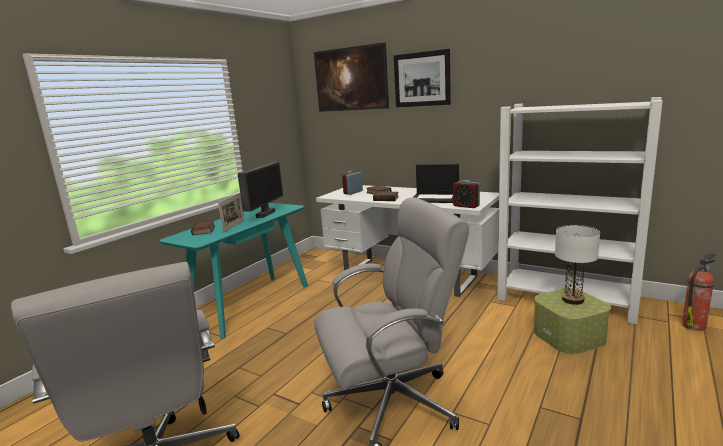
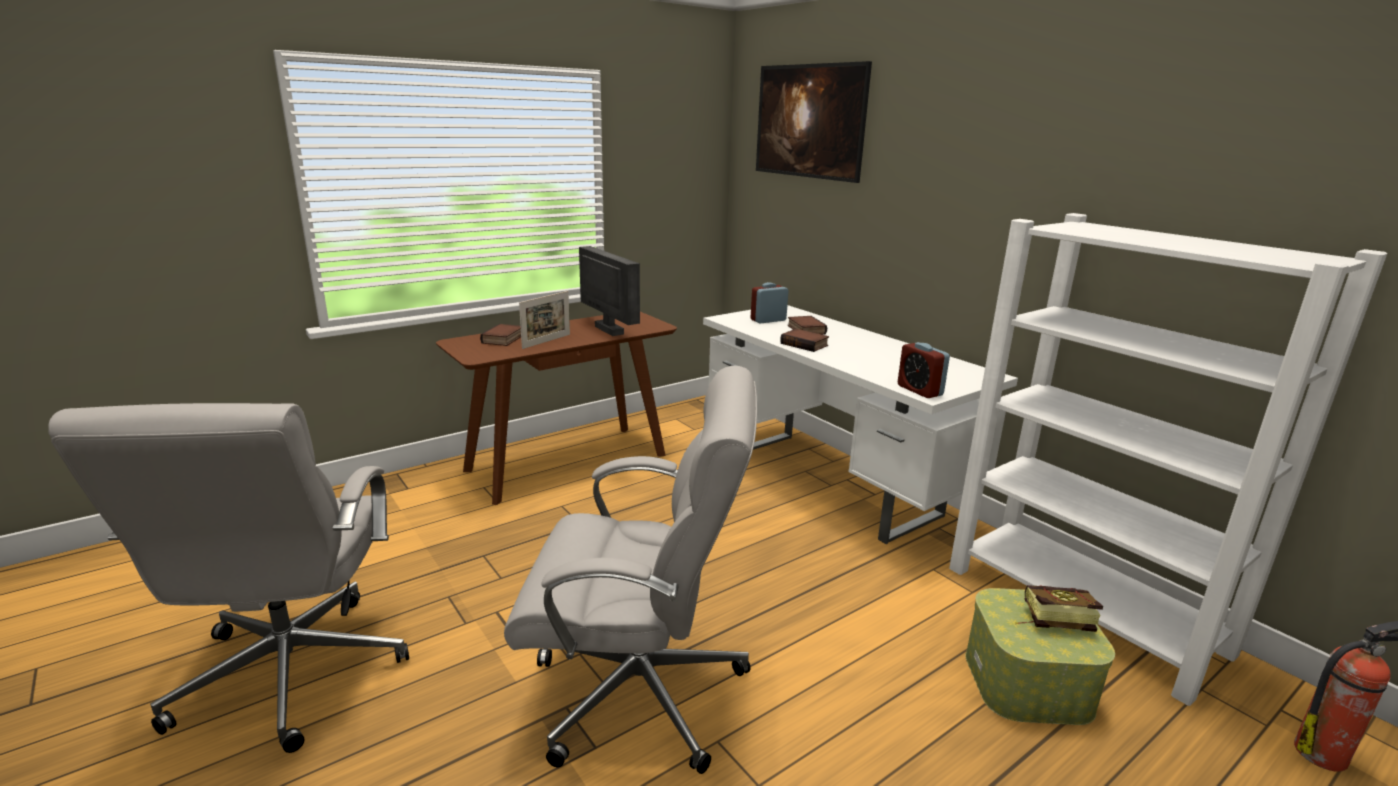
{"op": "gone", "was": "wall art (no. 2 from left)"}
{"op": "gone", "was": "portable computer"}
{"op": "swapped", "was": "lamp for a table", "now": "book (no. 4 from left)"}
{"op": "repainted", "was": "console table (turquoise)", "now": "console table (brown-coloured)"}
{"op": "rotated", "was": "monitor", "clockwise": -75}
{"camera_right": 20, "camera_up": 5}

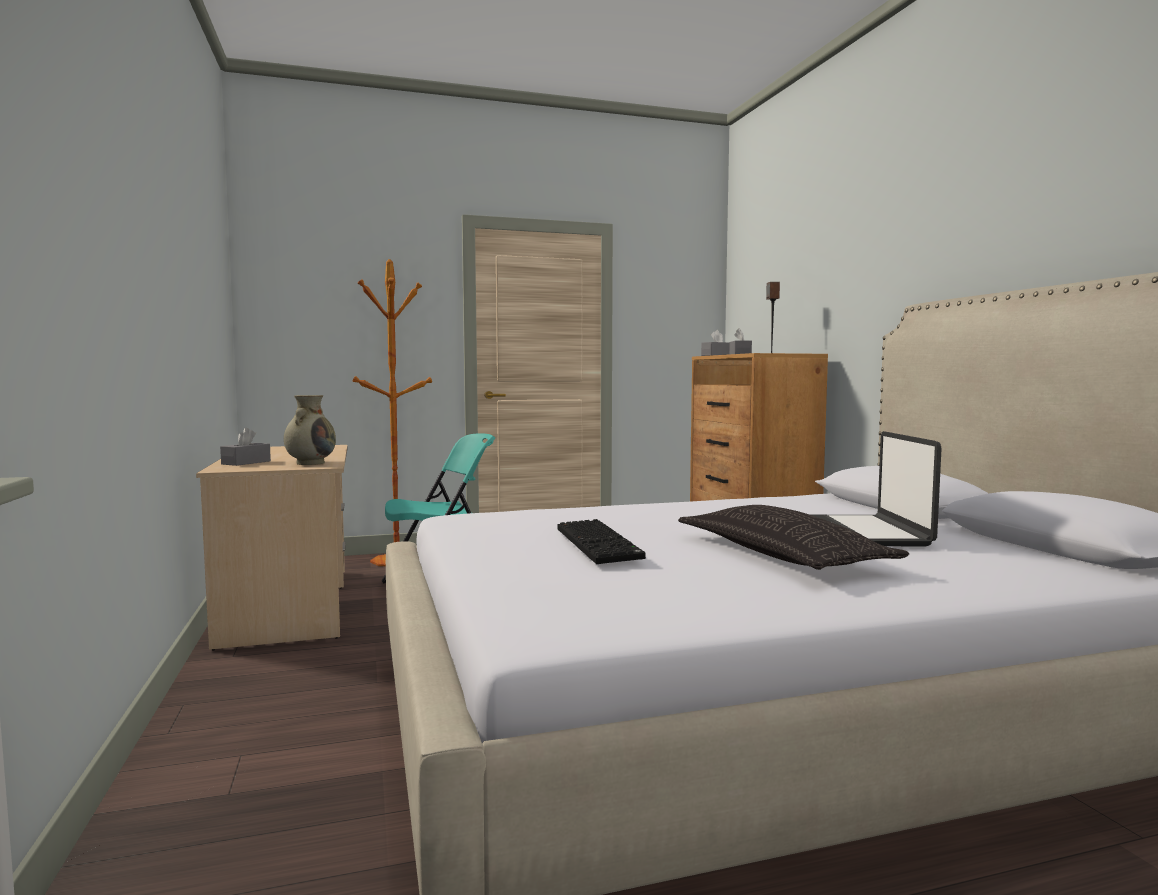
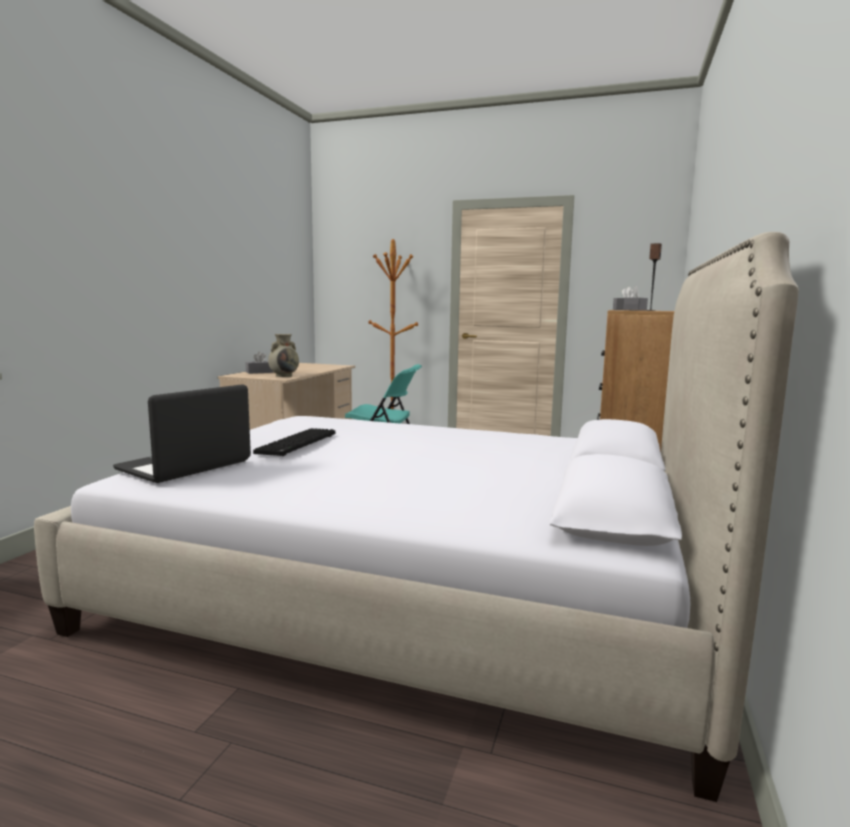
{"op": "gone", "was": "cushion"}
{"op": "shifted", "was": "portable computer"}
{"camera_right": 35, "camera_up": 5}

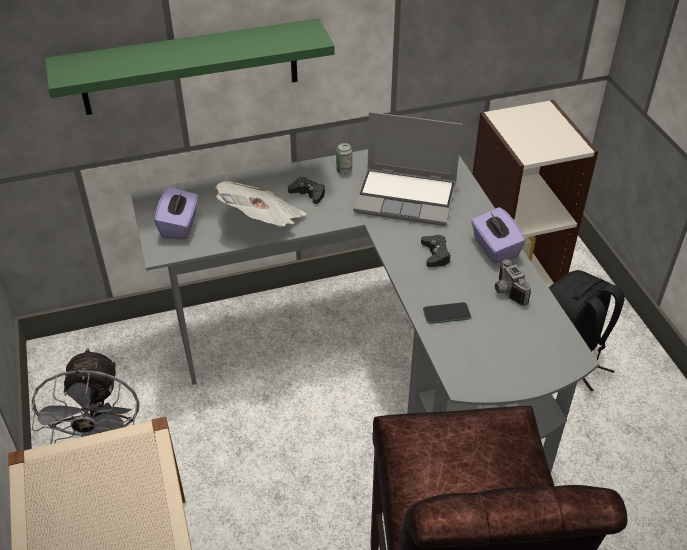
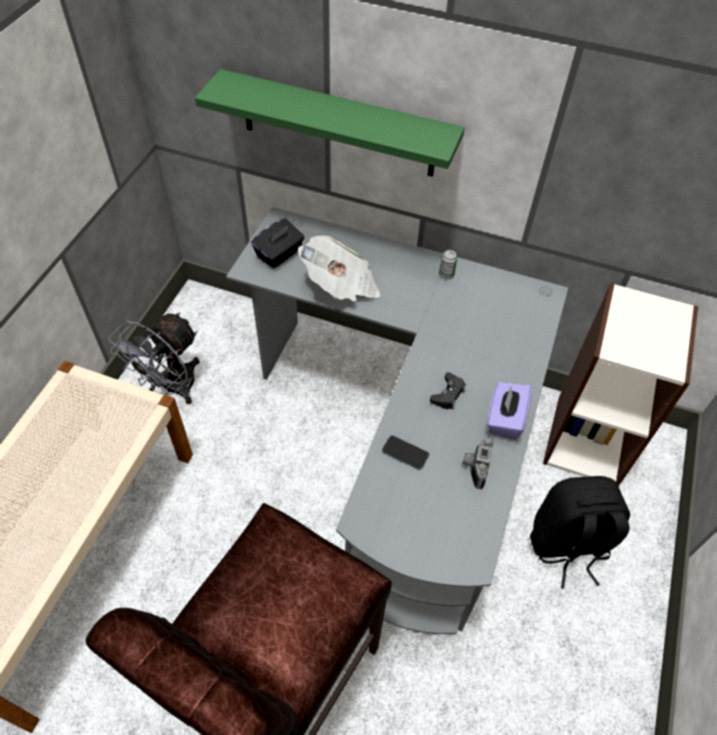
{"op": "gone", "was": "gamepad (black-coloured) (no. 1 from left)"}
{"op": "gone", "was": "portable computer"}
{"op": "repainted", "was": "tissue holder (purple-coloured) (no. 1 from left)", "now": "tissue holder (black-coloured)"}
{"camera_right": 35, "camera_up": 10}

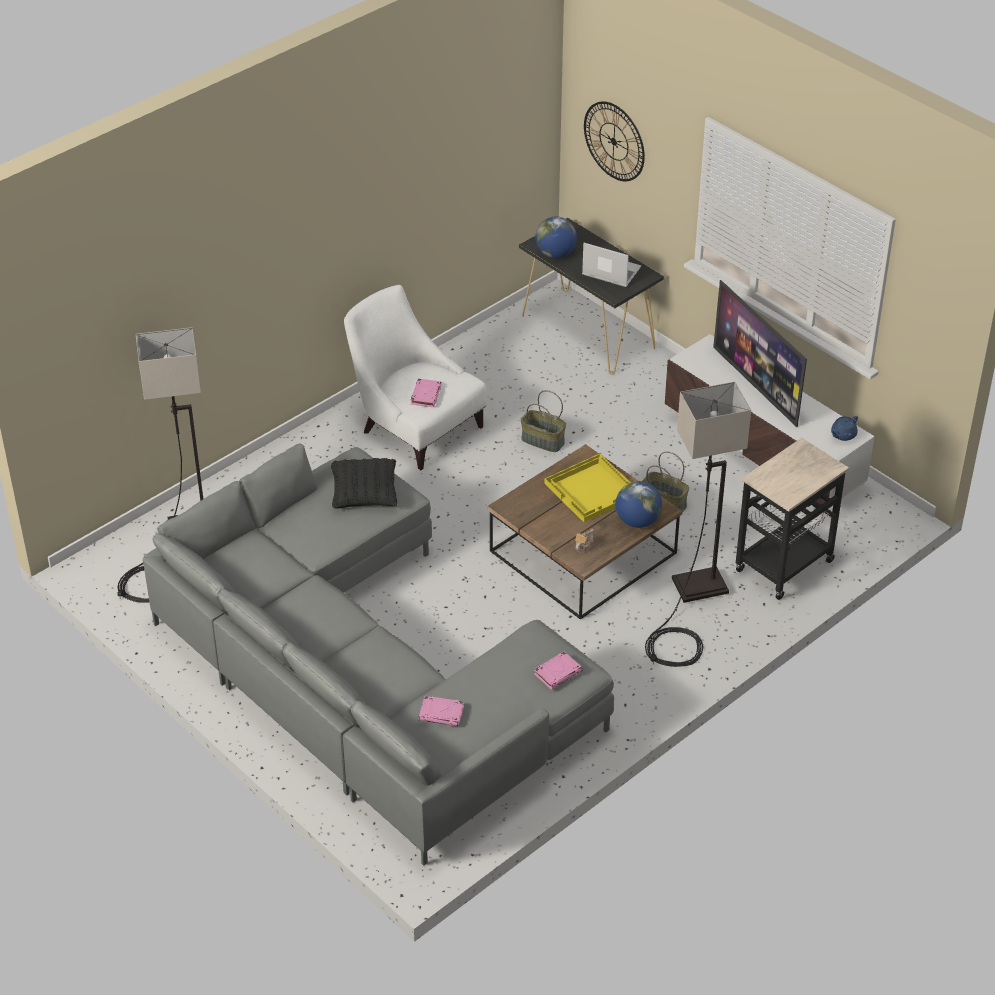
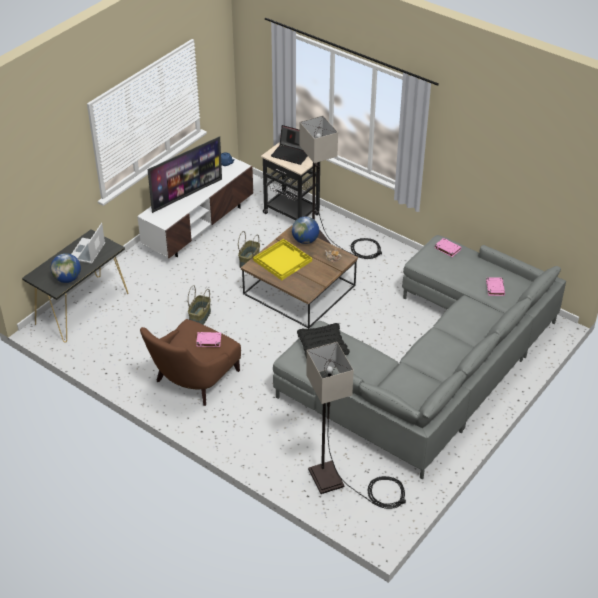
{"op": "gone", "was": "hanging clock"}
{"op": "new", "now": "portable computer (no. 2 from left)"}
{"op": "repainted", "was": "armchair (white)", "now": "armchair (brown-coloured)"}
{"camera_right": -100, "camera_up": 0}

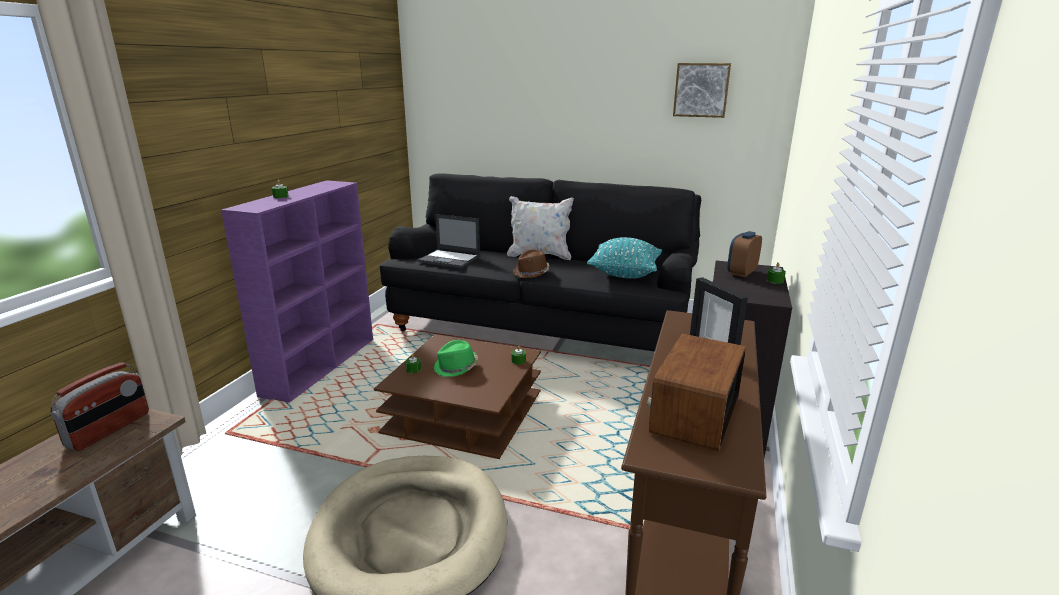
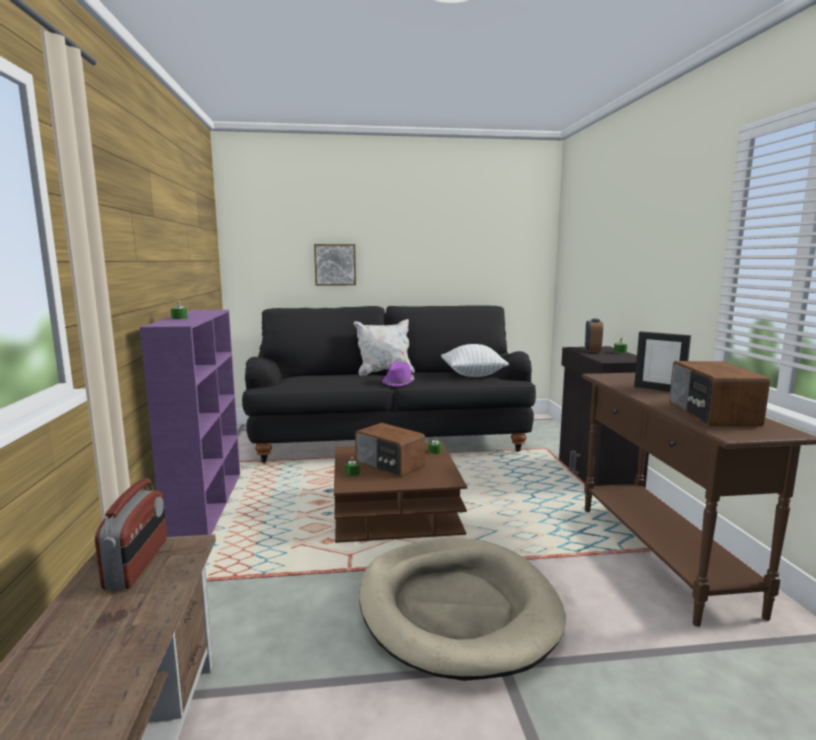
{"op": "gone", "was": "portable computer"}
{"op": "shifted", "was": "wall art"}
{"op": "swapped", "was": "hat (greenish)", "now": "radio (no. 2 from left)"}
{"op": "repainted", "was": "hat (brown-coloured)", "now": "hat (purple-coloured)"}
{"op": "repainted", "was": "cushion (turquoise)", "now": "cushion (white) (no. 2 from left)"}
{"camera_right": -25, "camera_up": -10}

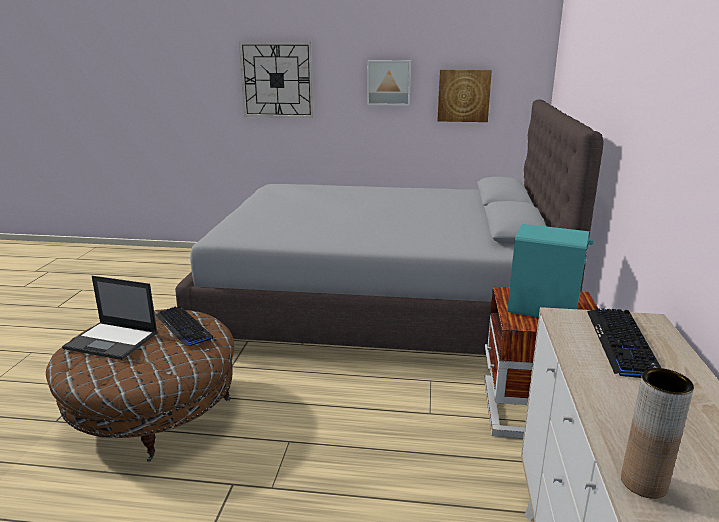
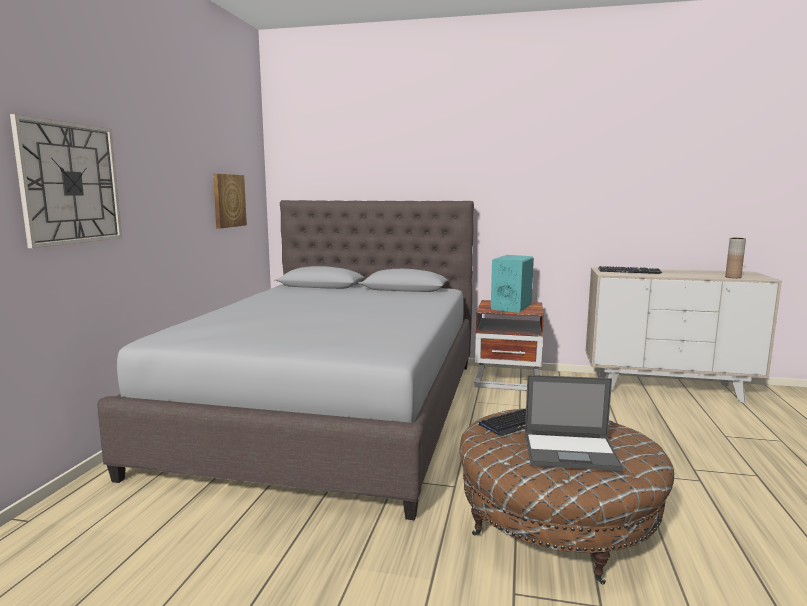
{"op": "gone", "was": "wall art (no. 1 from left)"}
{"op": "rotated", "was": "portable computer", "clockwise": 75}
{"camera_right": -85, "camera_up": -10}

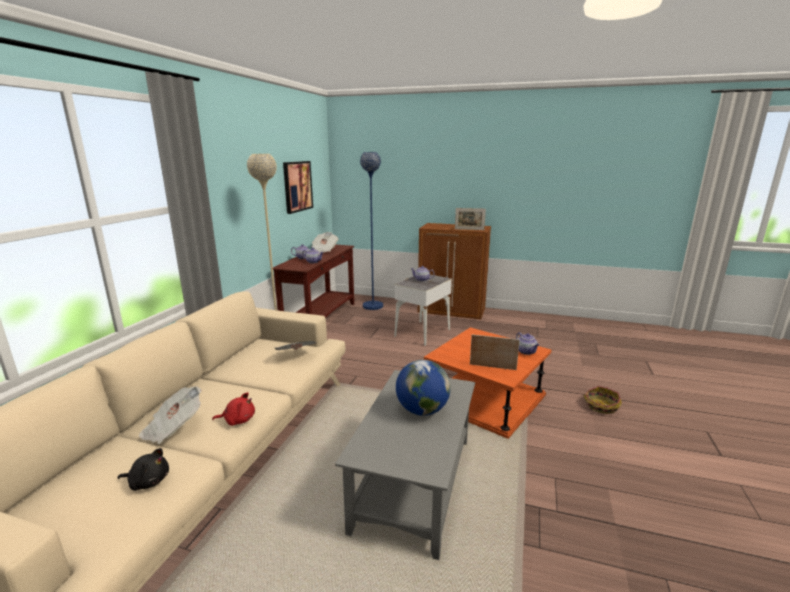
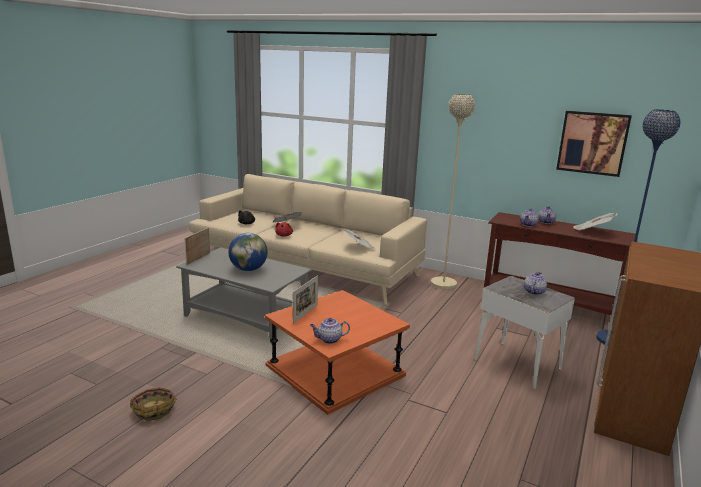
{"op": "shifted", "was": "photo frame (no. 1 from left)"}
{"op": "shifted", "was": "household basket"}
{"camera_right": 100, "camera_up": 0}

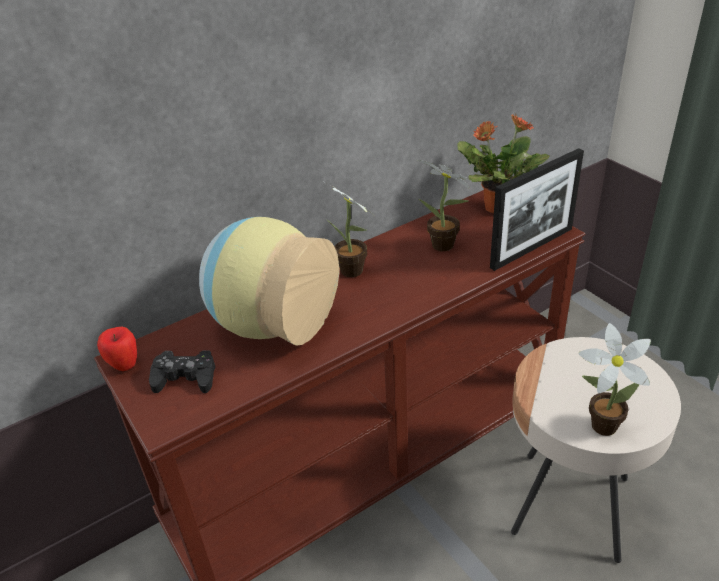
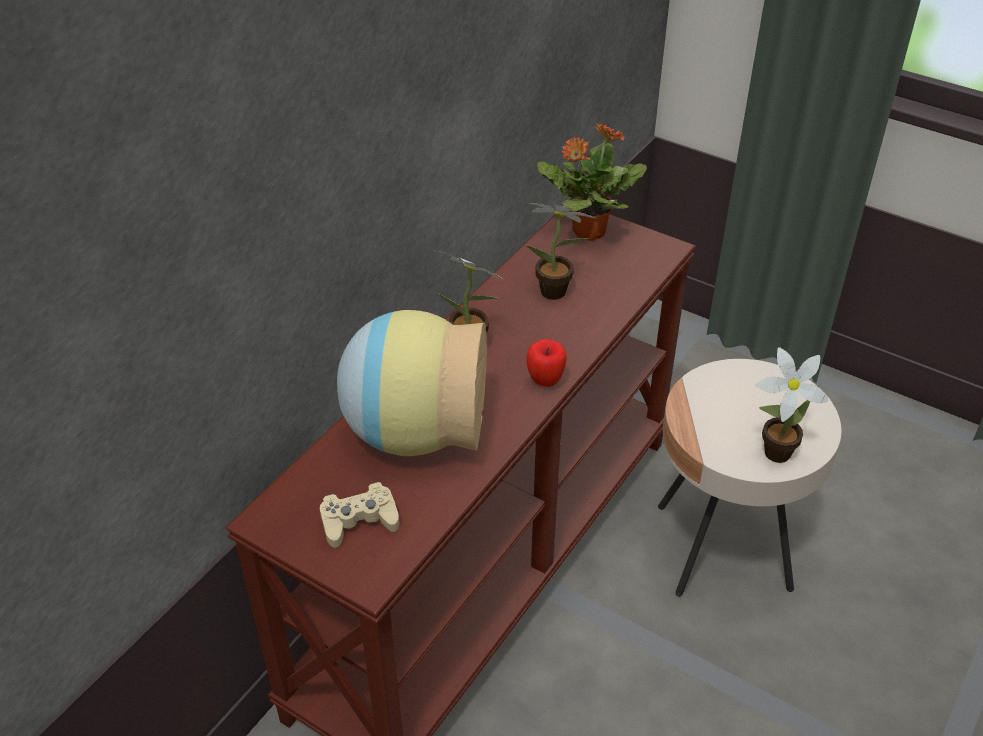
{"op": "gone", "was": "photo frame"}
{"op": "shifted", "was": "apple fruit"}
{"op": "repainted", "was": "gamepad (black-coloured)", "now": "gamepad (beige)"}
{"camera_right": -25, "camera_up": 5}

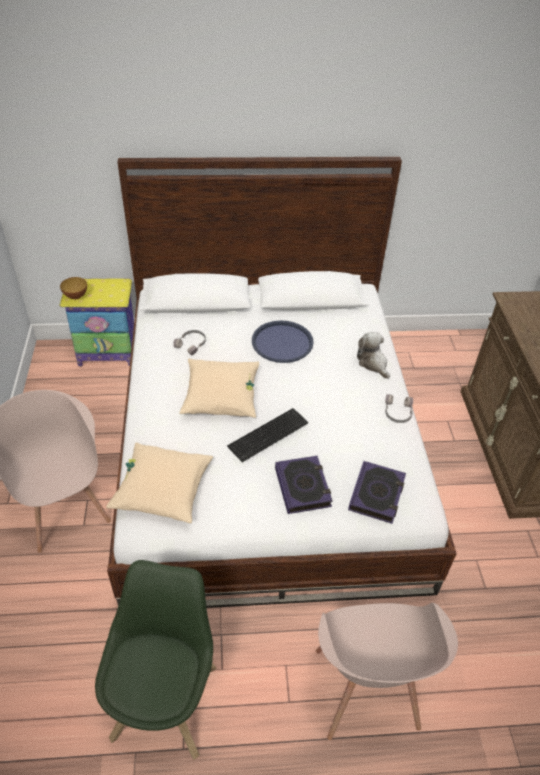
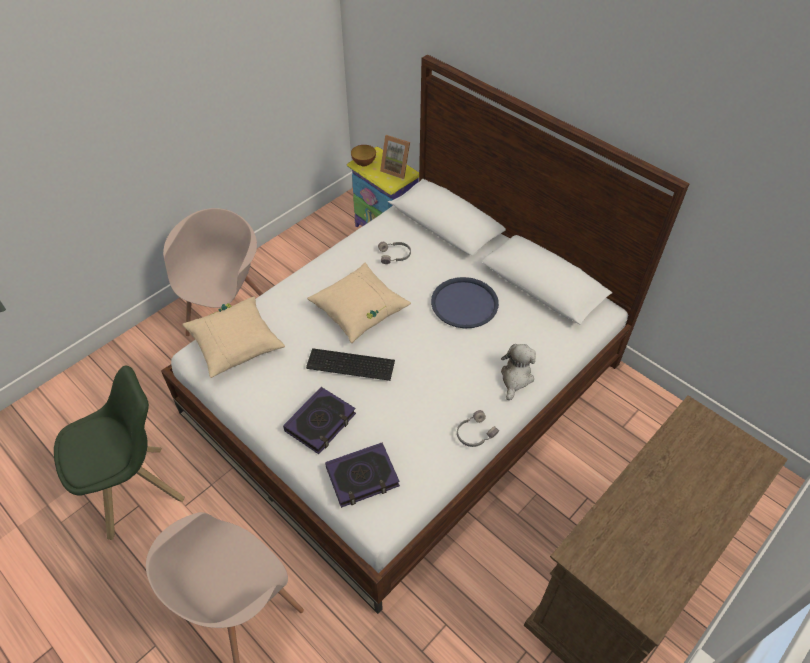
{"op": "new", "now": "photo frame"}
{"camera_right": 50, "camera_up": 5}

